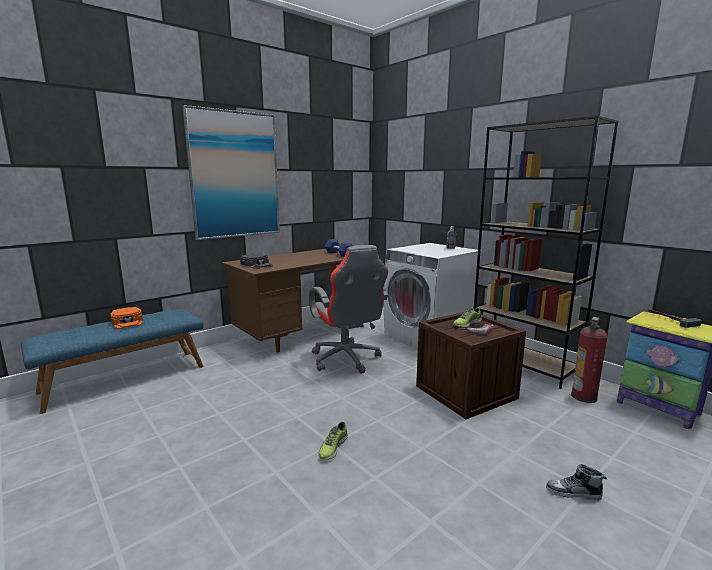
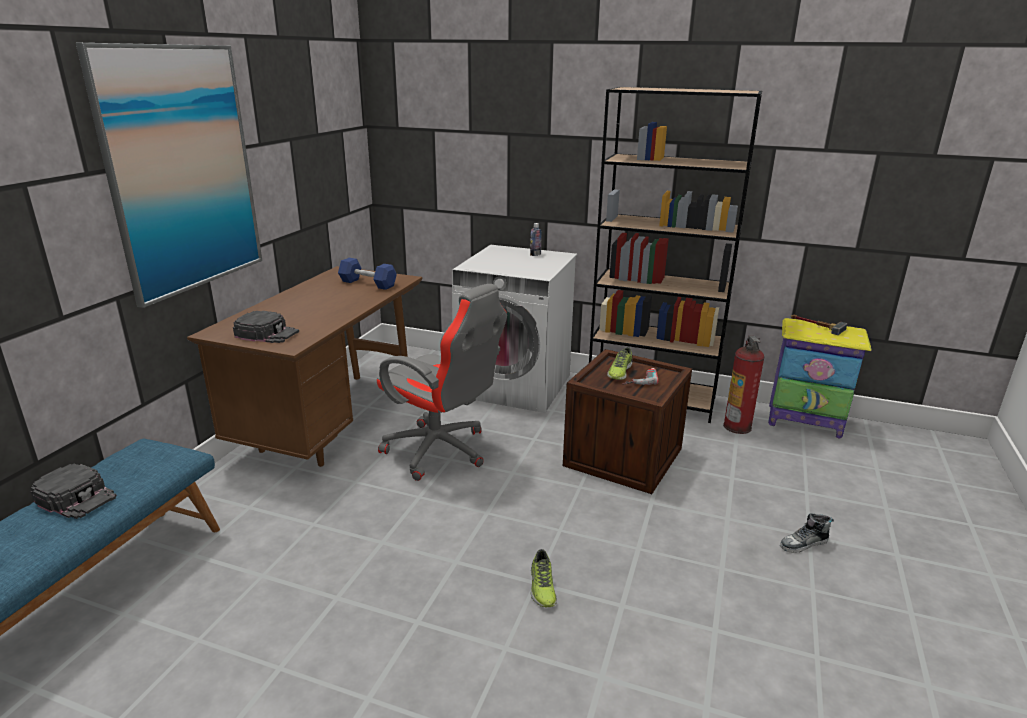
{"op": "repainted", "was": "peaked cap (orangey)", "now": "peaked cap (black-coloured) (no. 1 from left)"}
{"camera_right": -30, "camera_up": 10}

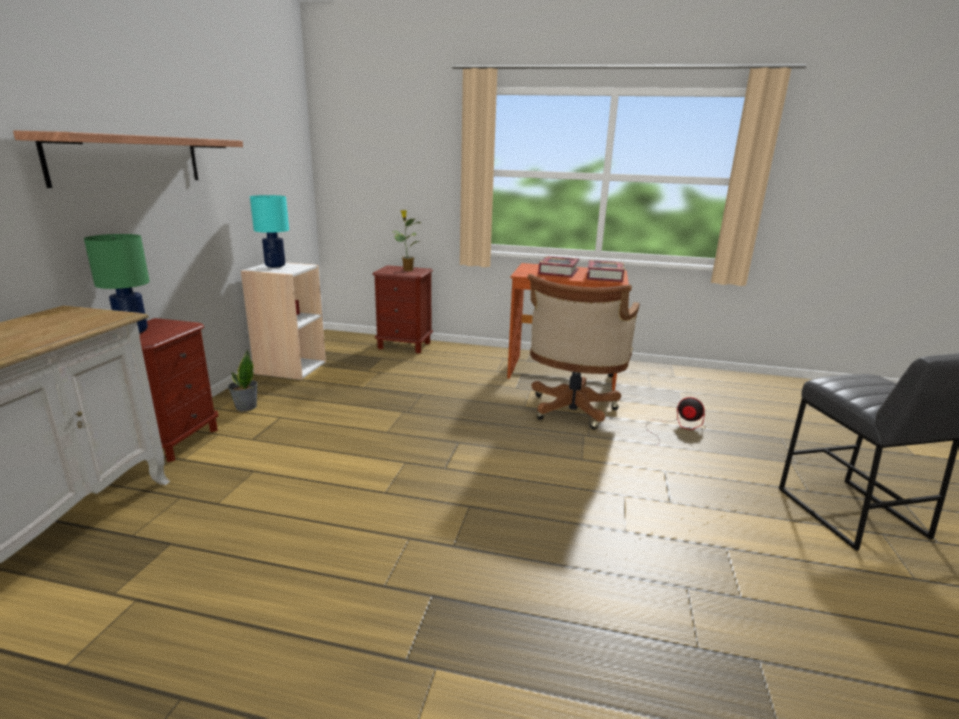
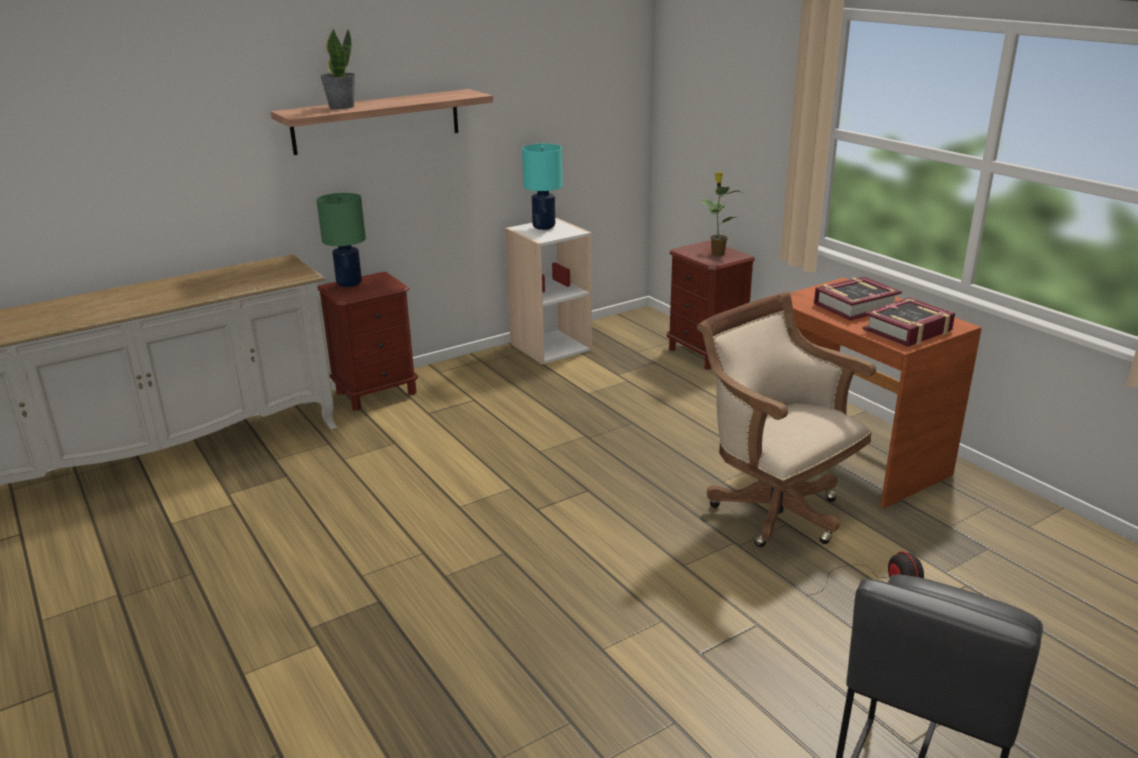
{"op": "shifted", "was": "potted plant (no. 1 from left)"}
{"op": "rotated", "was": "office chair", "clockwise": 75}
{"camera_right": 45, "camera_up": 5}

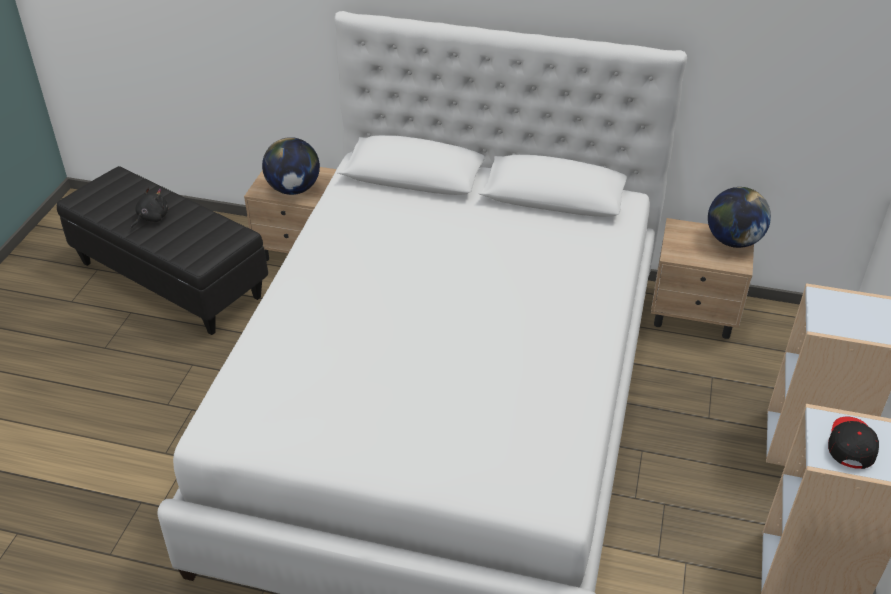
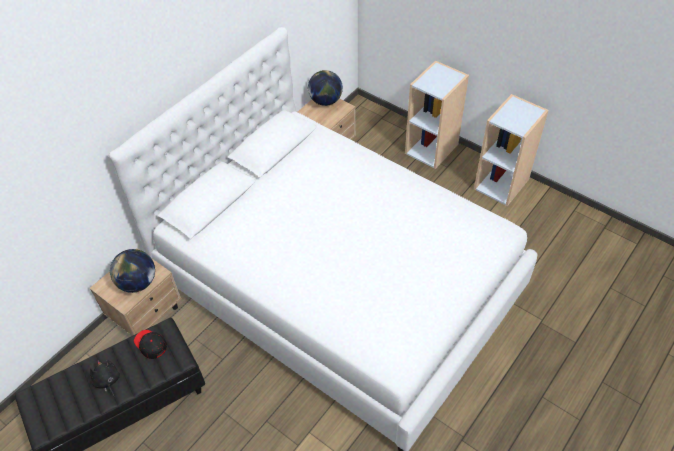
{"op": "shifted", "was": "peaked cap (black-coloured)"}
{"camera_right": -65, "camera_up": 10}

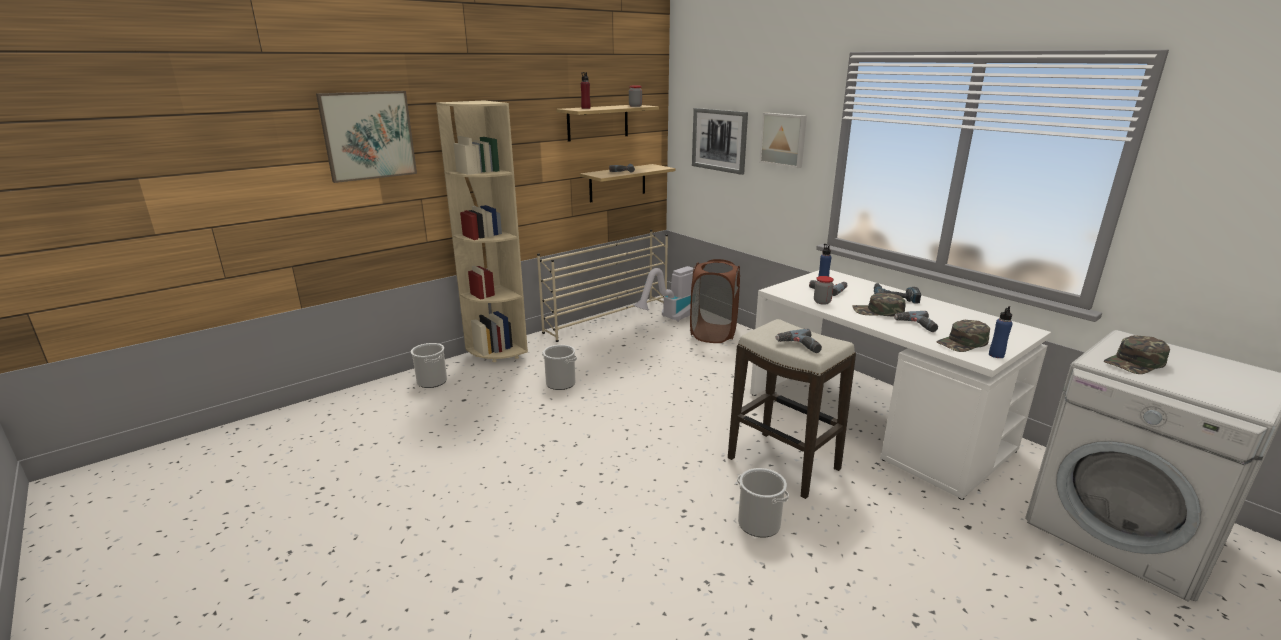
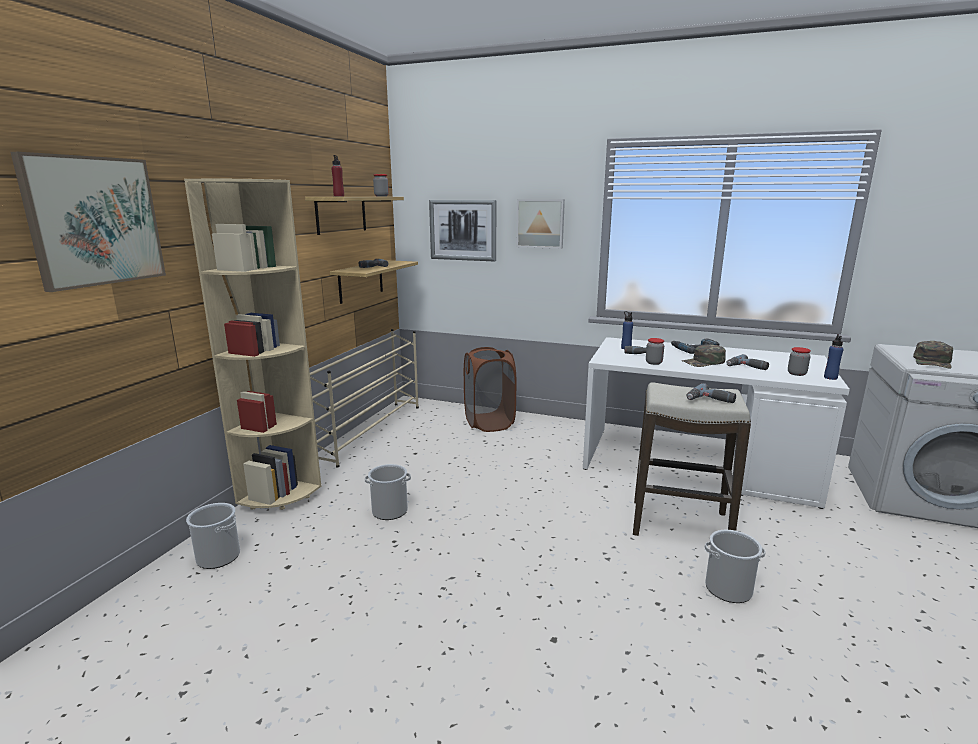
{"op": "gone", "was": "vacuum cleaner"}
{"op": "swapped", "was": "peaked cap (greenish) (no. 2 from left)", "now": "jar (no. 3 from left)"}
{"camera_right": -30, "camera_up": -5}

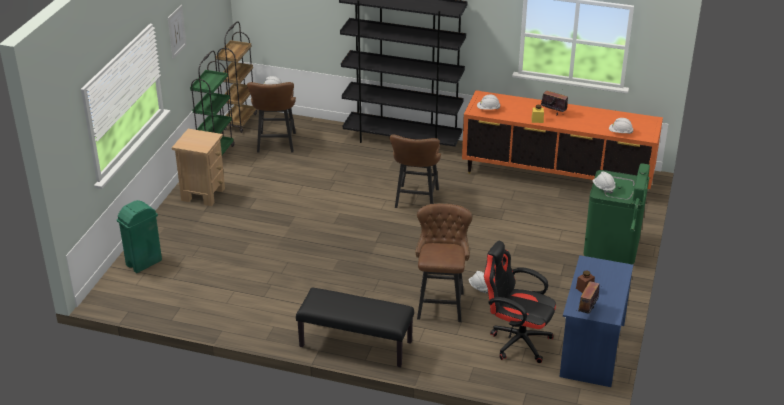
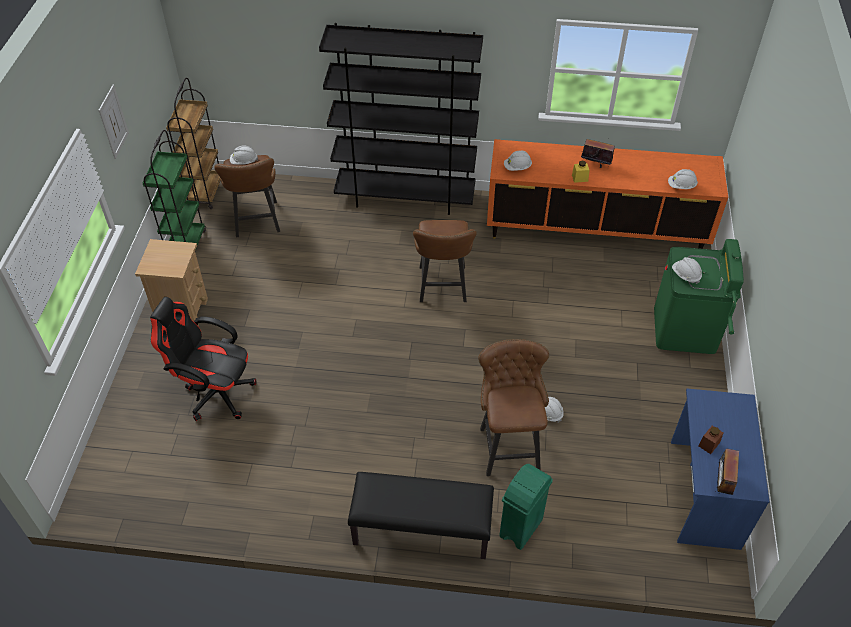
{"op": "shifted", "was": "waste bin (greenish)"}
{"op": "shifted", "was": "office chair (black-coloured)"}
{"camera_right": -10, "camera_up": 15}

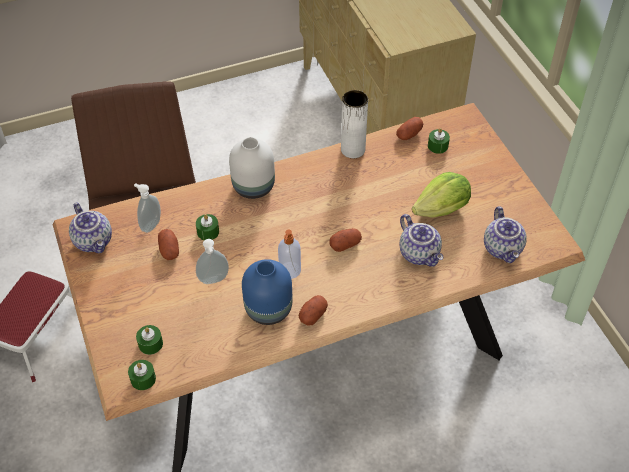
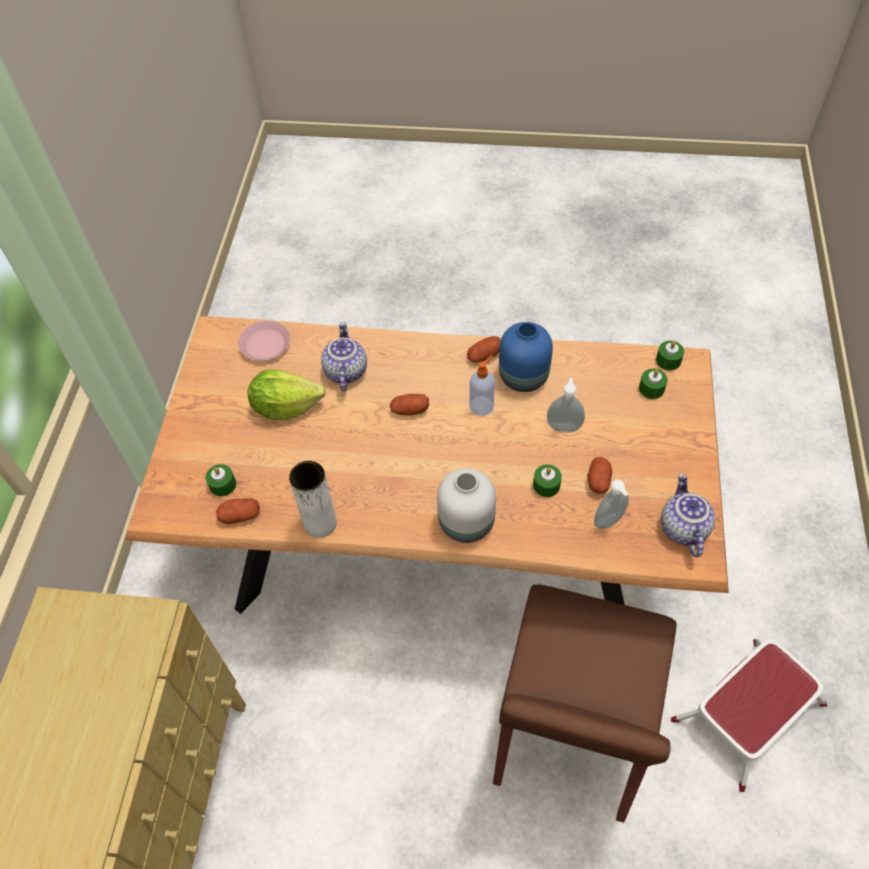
{"op": "swapped", "was": "tea pot (no. 3 from left)", "now": "plate (pink-coloured)"}
{"camera_right": -150, "camera_up": 5}

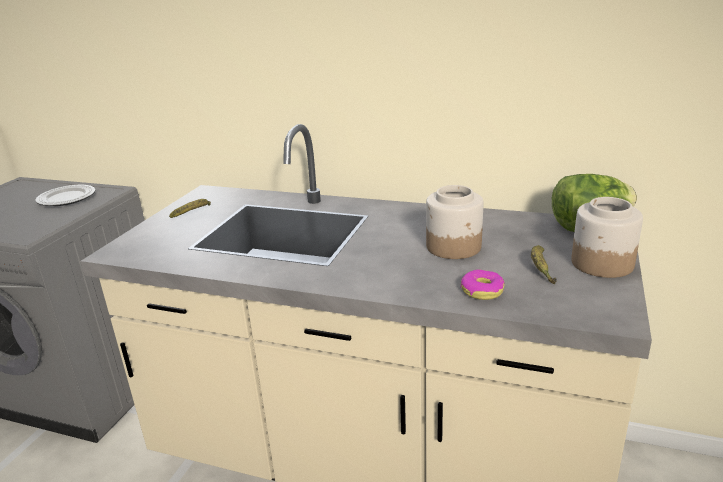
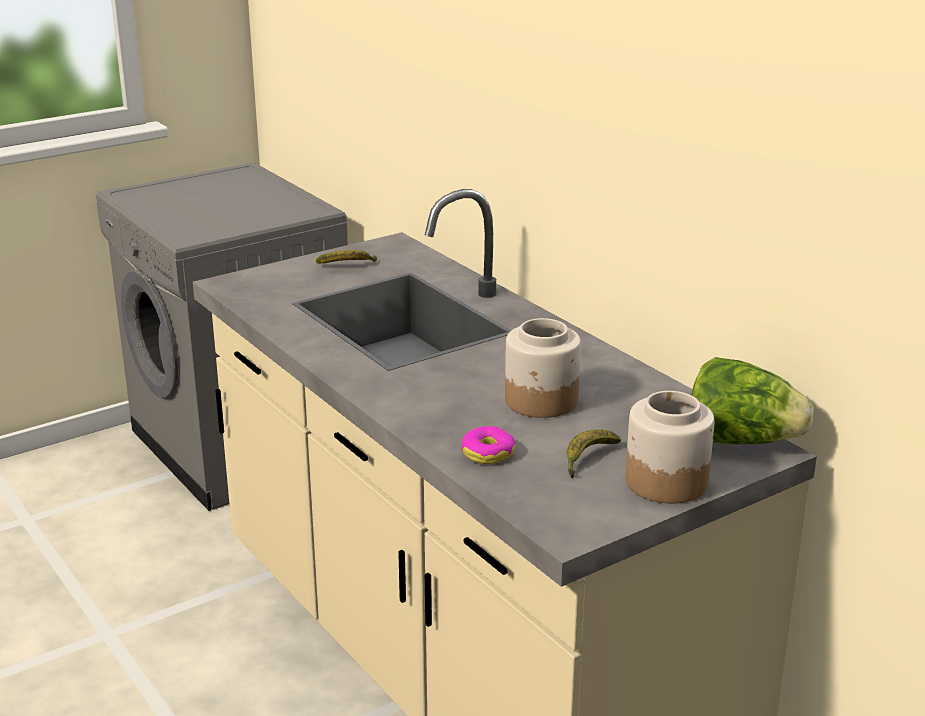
{"op": "gone", "was": "plate"}
{"camera_right": 35, "camera_up": 0}

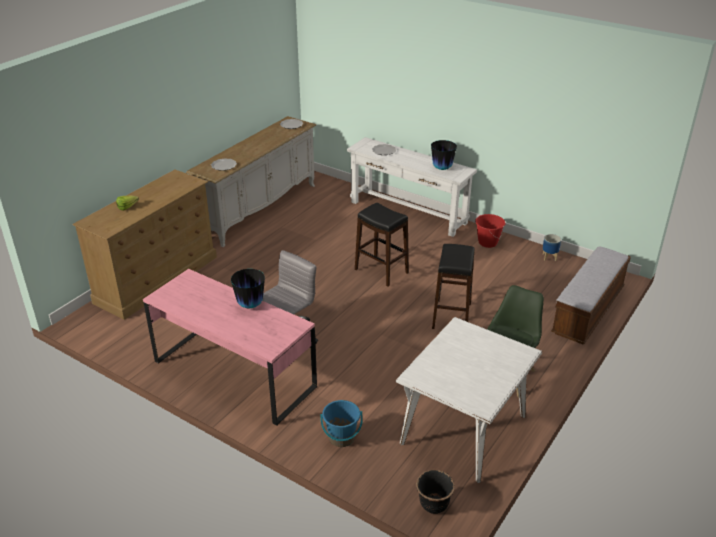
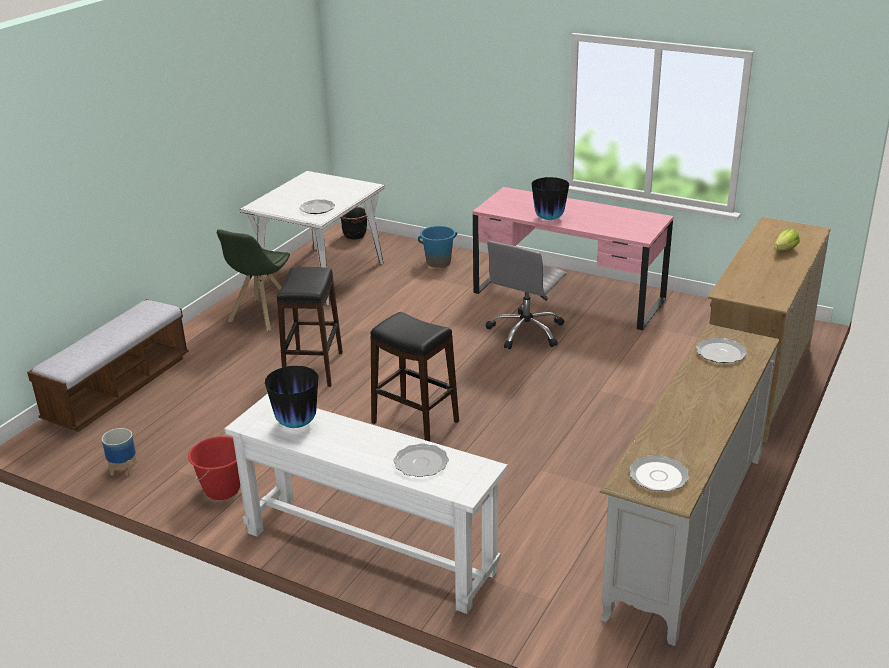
{"op": "new", "now": "plate (no. 1 from left)"}
{"camera_right": 175, "camera_up": -5}

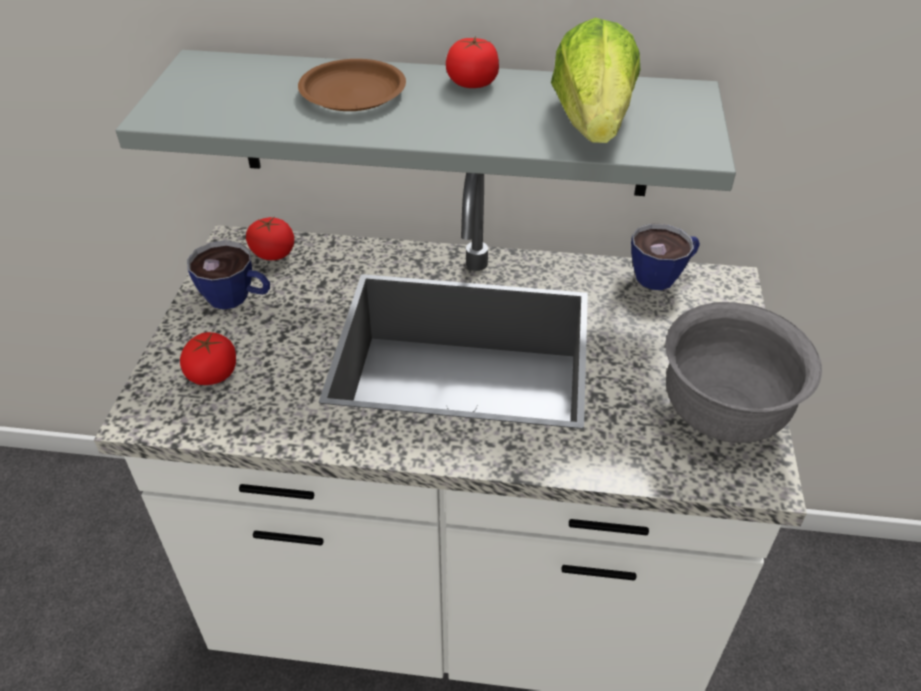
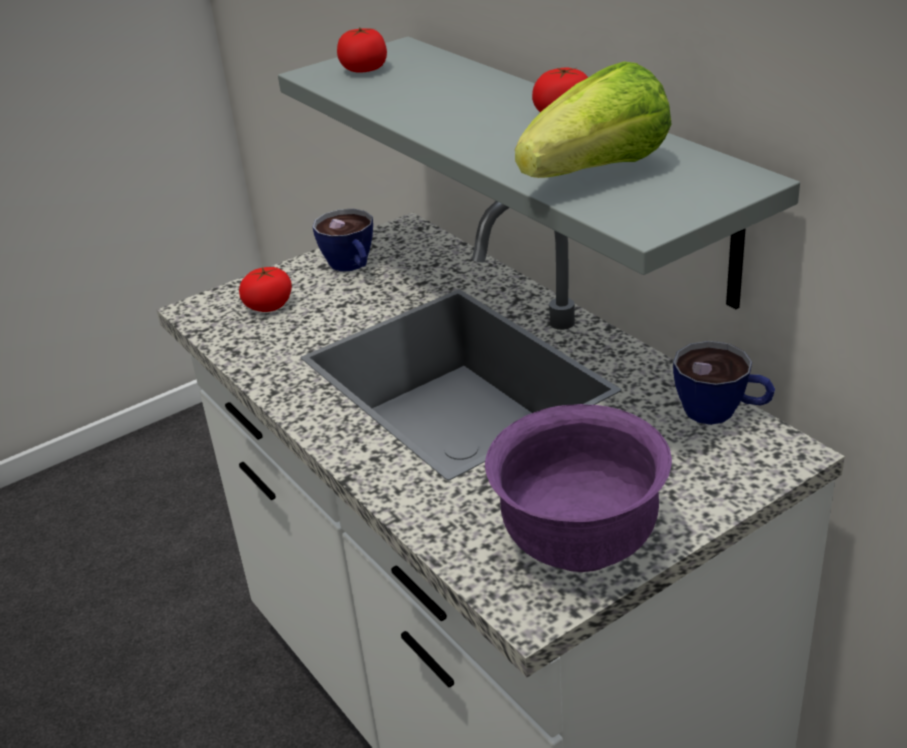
{"op": "gone", "was": "plate (brown-coloured)"}
{"op": "shifted", "was": "tomato (no. 2 from left)"}
{"op": "repainted", "was": "serving bowl (grey)", "now": "serving bowl (purple-coloured)"}
{"camera_right": 50, "camera_up": -10}

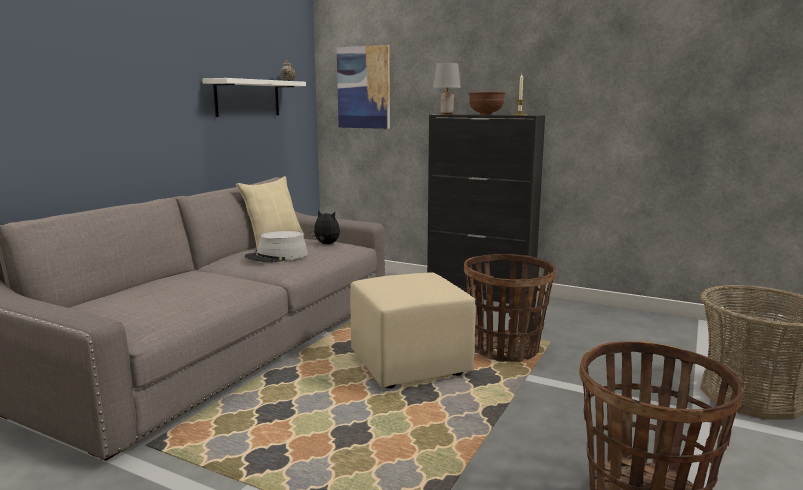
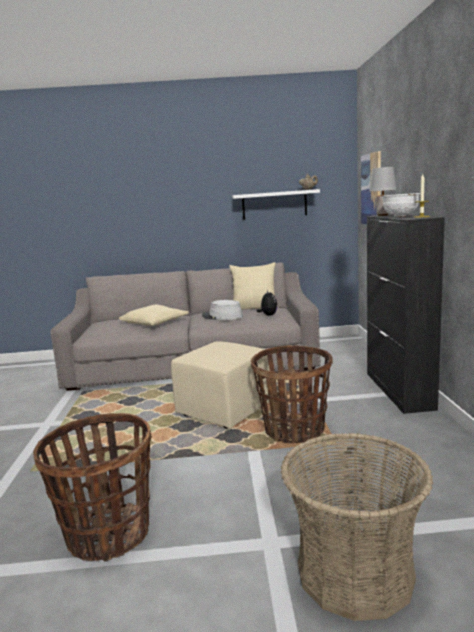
{"op": "new", "now": "cushion (beige) (no. 1 from left)"}
{"op": "repainted", "was": "serving bowl (brown-coloured)", "now": "serving bowl (white)"}
{"camera_right": 60, "camera_up": 0}

